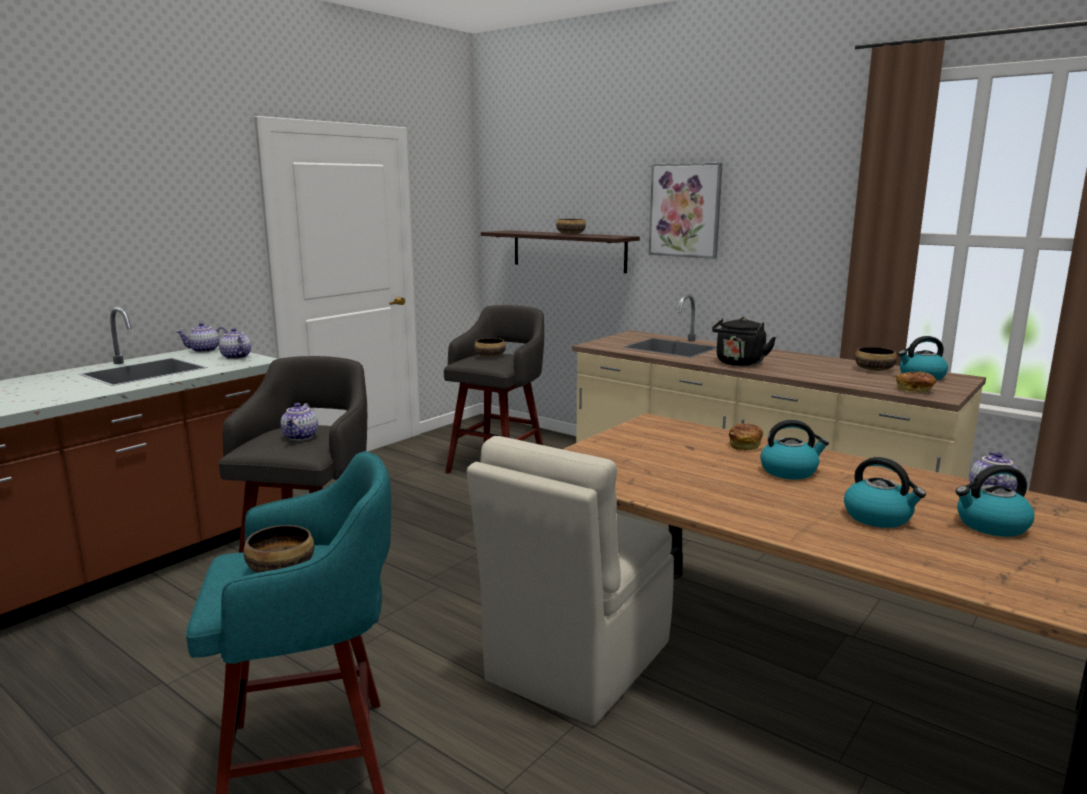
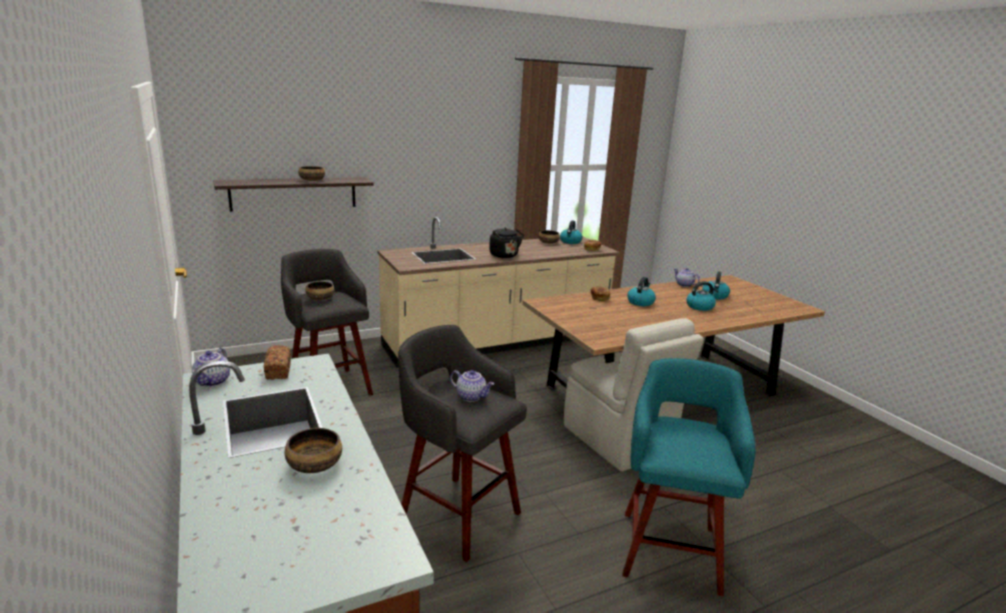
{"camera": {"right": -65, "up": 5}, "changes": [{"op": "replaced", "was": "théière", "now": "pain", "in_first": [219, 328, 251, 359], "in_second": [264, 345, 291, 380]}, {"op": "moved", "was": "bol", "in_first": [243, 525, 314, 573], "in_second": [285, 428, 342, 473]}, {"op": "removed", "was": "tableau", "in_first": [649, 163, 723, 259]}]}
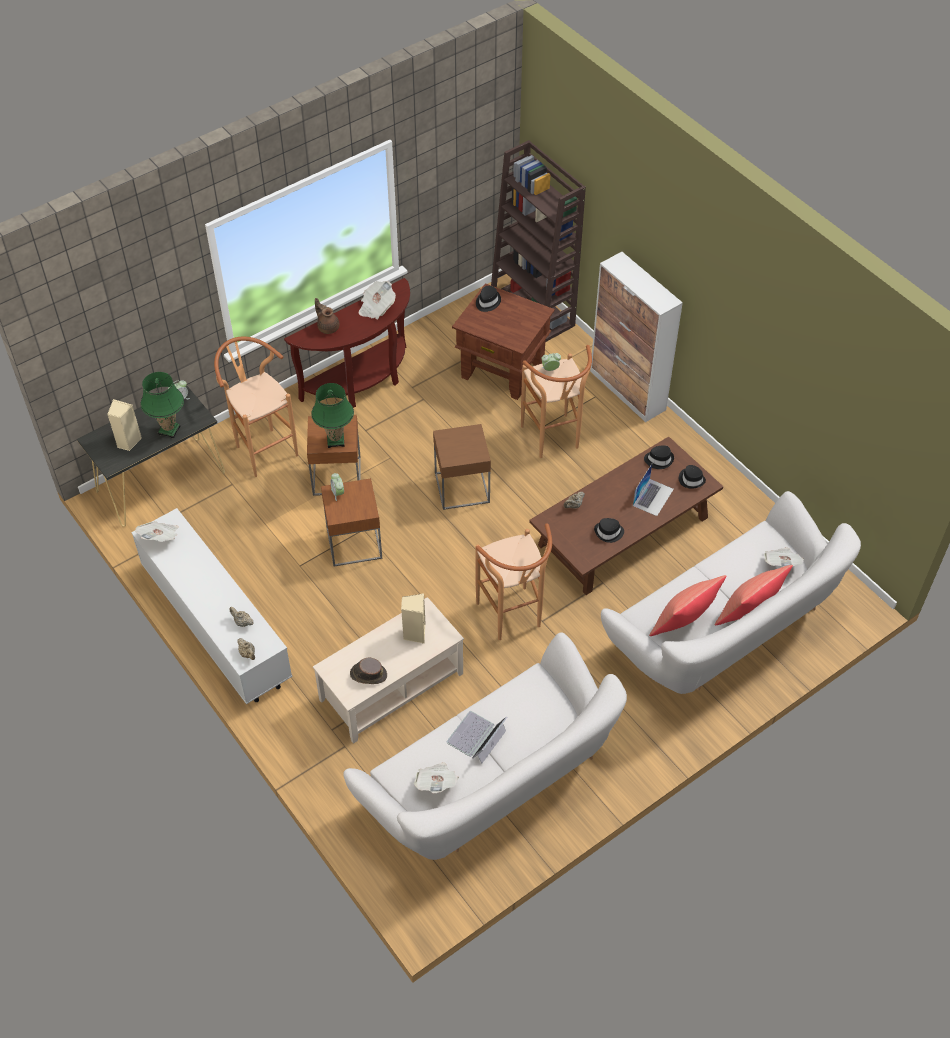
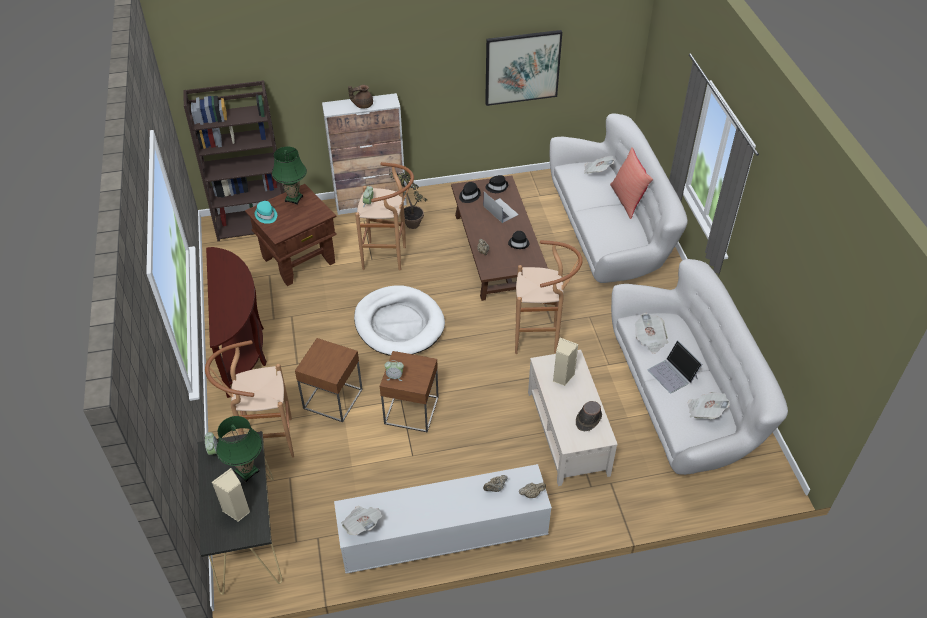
{"camera": {"right": -65, "up": -5}, "changes": [{"op": "moved", "was": "lampe de table/vert", "in_first": [311, 383, 354, 448], "in_second": [272, 147, 307, 205]}, {"op": "moved", "was": "théière/marron", "in_first": [315, 298, 339, 334], "in_second": [348, 85, 373, 108]}, {"op": "moved", "was": "journal", "in_first": [359, 281, 396, 319], "in_second": [635, 313, 669, 354]}, {"op": "replaced", "was": "table d'appoint/marron", "now": "panier pour chien/blanc", "in_first": [433, 424, 491, 510], "in_second": [354, 285, 445, 356]}, {"op": "recoloured", "was": "chapeau/noir", "now": "chapeau/turquoise", "in_first": [476, 286, 501, 312], "in_second": [255, 201, 277, 224]}, {"op": "removed", "was": "coussin/rouge", "in_first": [649, 575, 726, 636]}, {"op": "added", "now": "plante en pot", "in_second": [389, 168, 427, 229]}, {"op": "added", "now": "tableau", "in_second": [485, 30, 562, 106]}]}
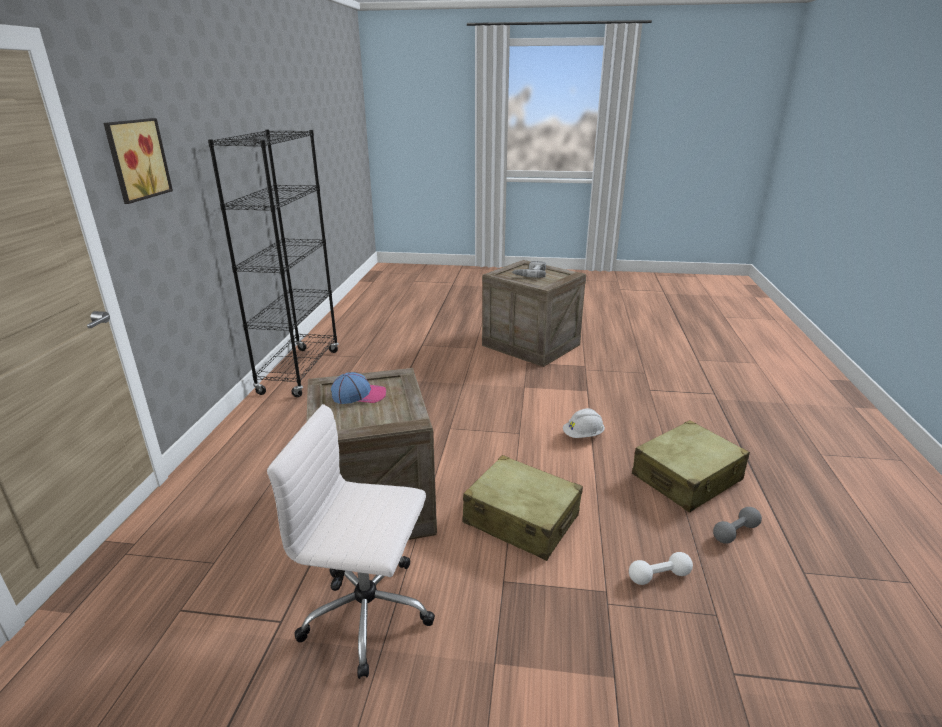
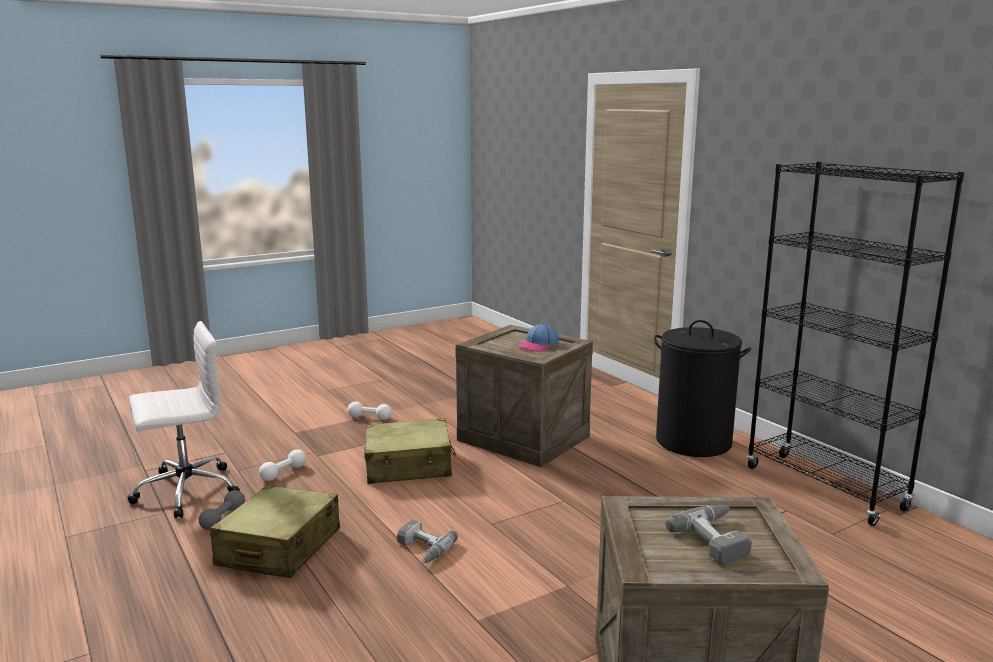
{"camera": {"right": 140, "up": -10}, "changes": [{"op": "removed", "was": "tableau", "in_first": [103, 118, 173, 204]}, {"op": "moved", "was": "chaise de bureau/blanc", "in_first": [267, 404, 435, 679], "in_second": [127, 321, 240, 518]}, {"op": "replaced", "was": "casque de chantier/blanc", "now": "perceuse", "in_first": [563, 408, 605, 438], "in_second": [397, 520, 458, 563]}, {"op": "added", "now": "haltère/blanc", "in_second": [348, 402, 392, 420]}, {"op": "added", "now": "panier à linge/noir", "in_second": [654, 320, 751, 457]}]}
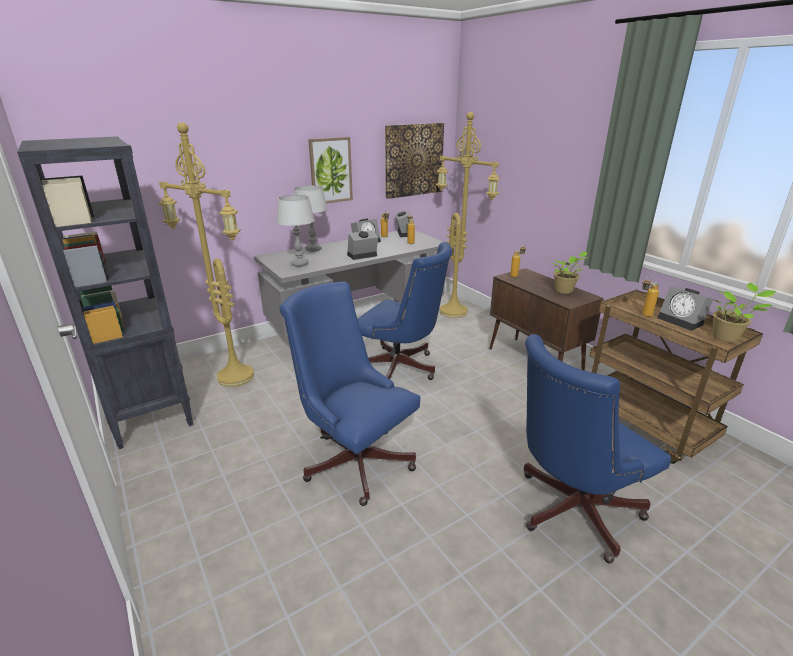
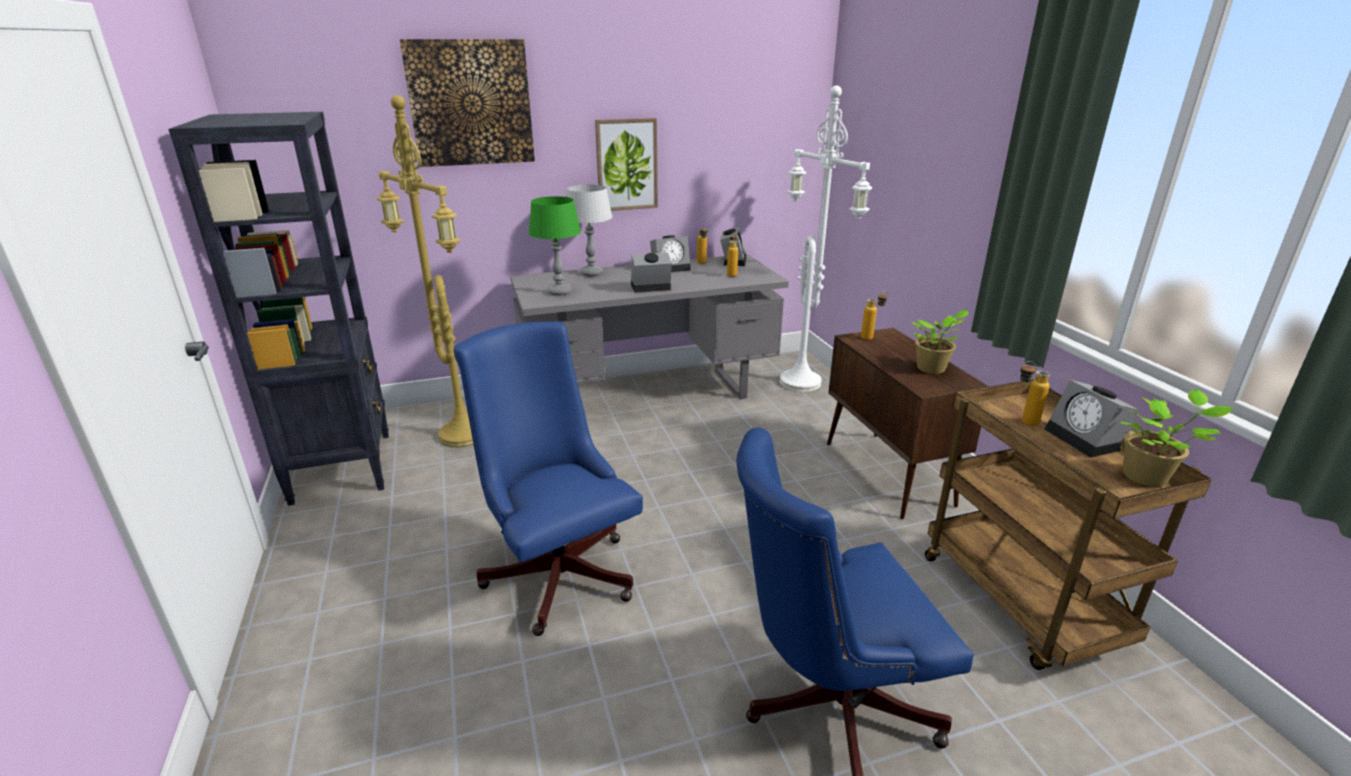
{"camera": {"right": 15, "up": 0}, "changes": [{"op": "recoloured", "was": "lampe de table/gris", "now": "lampe de table/vert", "in_first": [277, 195, 315, 267], "in_second": [529, 196, 581, 296]}, {"op": "removed", "was": "chaise de bureau/bleu", "in_first": [357, 242, 452, 380]}, {"op": "moved", "was": "tableau", "in_first": [385, 123, 444, 199], "in_second": [400, 39, 535, 167]}, {"op": "recoloured", "was": "lampadaire/jaune", "now": "lampadaire/blanc", "in_first": [436, 112, 500, 318], "in_second": [780, 86, 872, 392]}]}
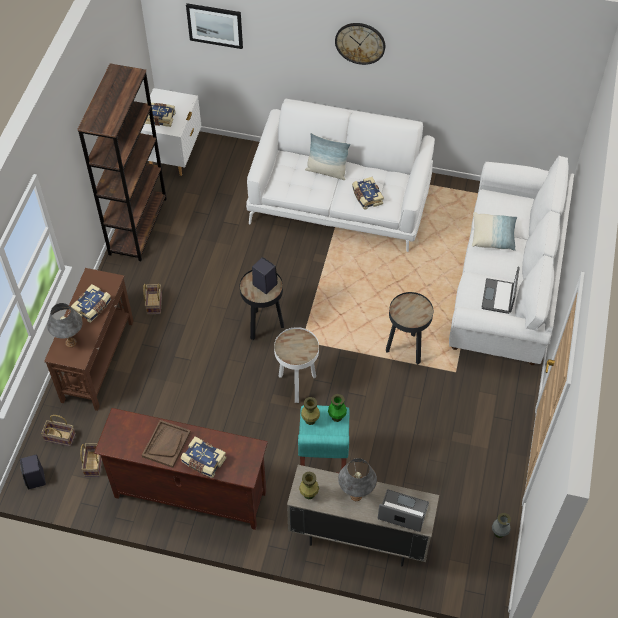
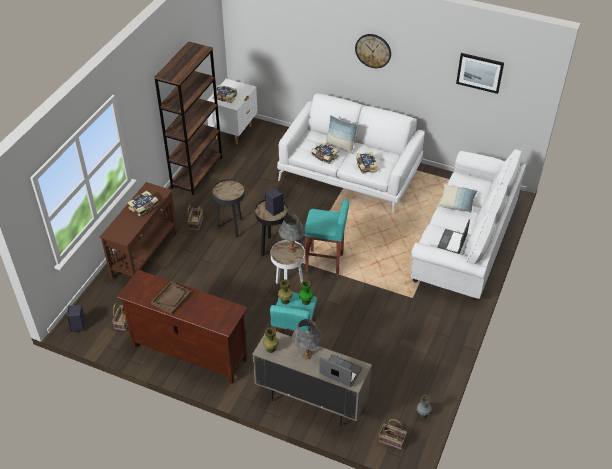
{"camera": {"right": 10, "up": -10}, "changes": [{"op": "moved", "was": "panier", "in_first": [41, 415, 76, 446], "in_second": [379, 419, 407, 450]}, {"op": "moved", "was": "lampe de table/gris", "in_first": [47, 303, 83, 347], "in_second": [279, 214, 305, 253]}, {"op": "moved", "was": "livre", "in_first": [181, 437, 226, 478], "in_second": [311, 142, 339, 164]}, {"op": "moved", "was": "tableau", "in_first": [186, 3, 243, 49], "in_second": [456, 53, 504, 94]}, {"op": "moved", "was": "table d'appoint/noir", "in_first": [386, 292, 433, 365], "in_second": [212, 179, 245, 238]}, {"op": "added", "now": "tabouret/turquoise", "in_second": [304, 199, 349, 276]}]}
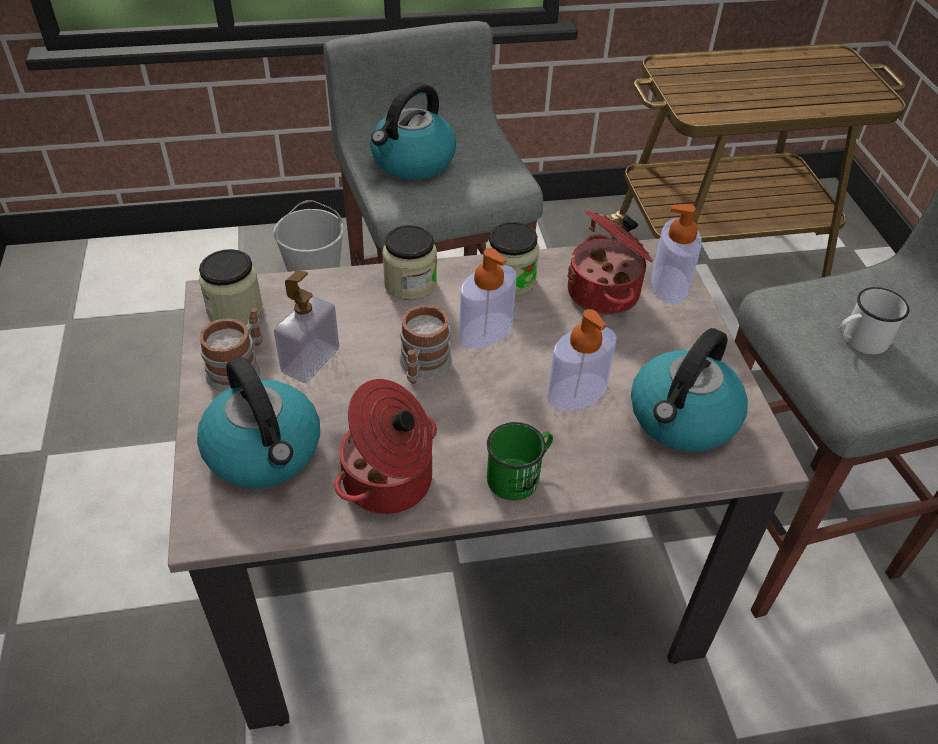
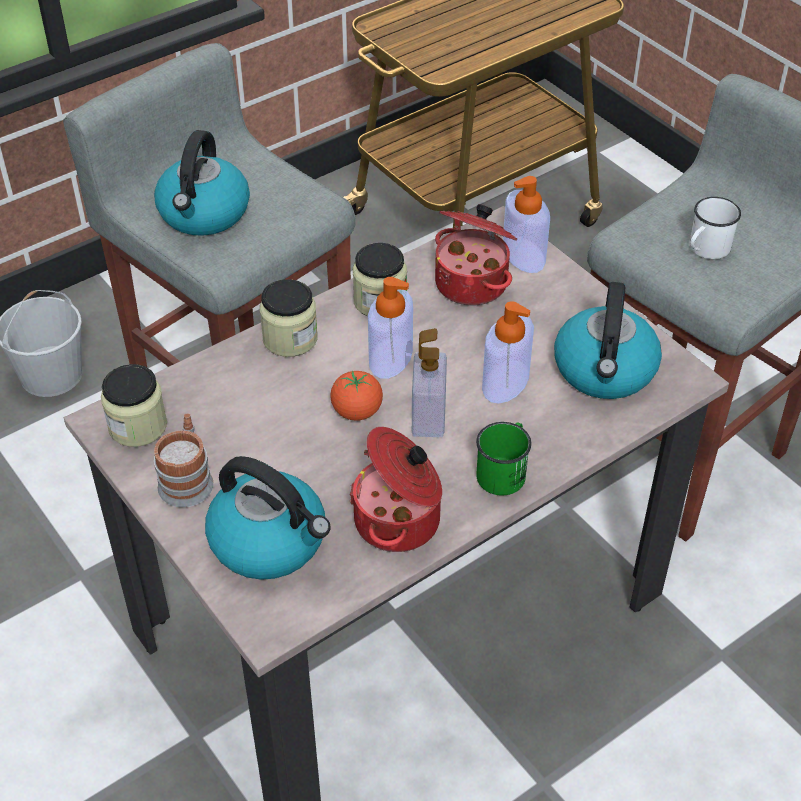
{"camera": {"right": -25, "up": 0}, "changes": [{"op": "moved", "was": "distributeur de savon", "in_first": [274, 271, 339, 383], "in_second": [412, 328, 447, 437]}, {"op": "replaced", "was": "mug", "now": "tomate", "in_first": [400, 305, 452, 384], "in_second": [330, 370, 383, 421]}]}
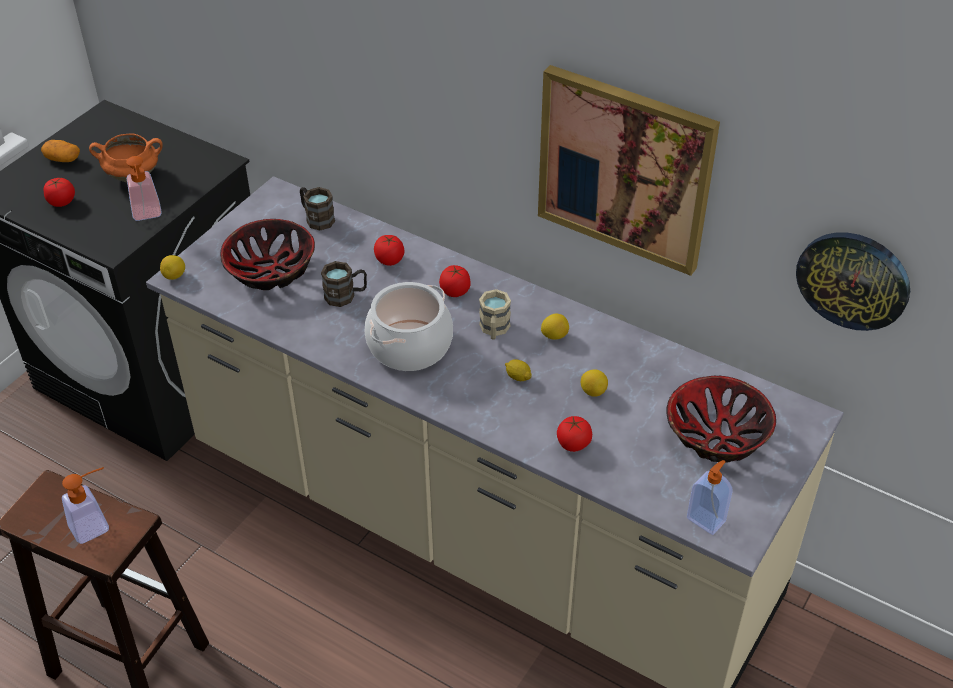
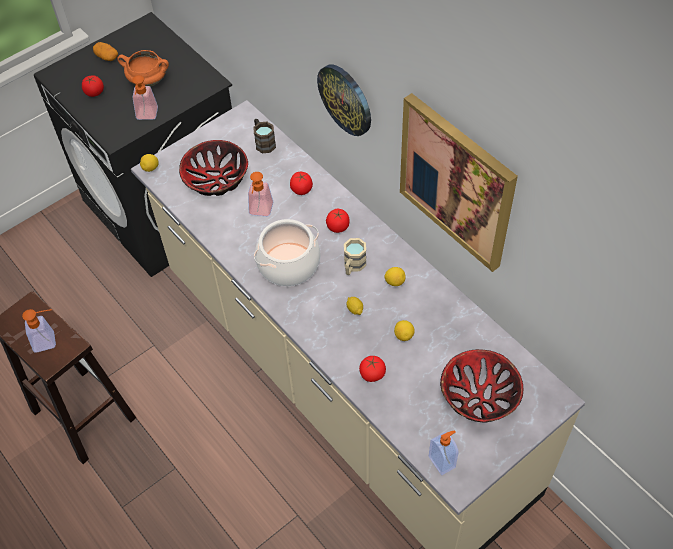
{"camera": {"right": 20, "up": 10}, "changes": [{"op": "replaced", "was": "mug/marron", "now": "distributeur de savon", "in_first": [321, 261, 367, 307], "in_second": [248, 172, 273, 217]}, {"op": "moved", "was": "horloge murale", "in_first": [796, 233, 910, 331], "in_second": [317, 64, 371, 136]}]}
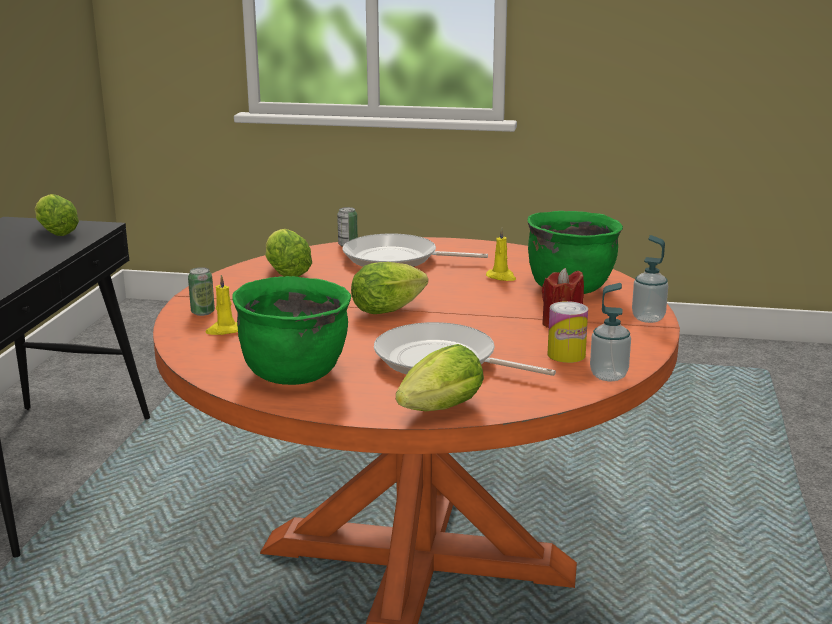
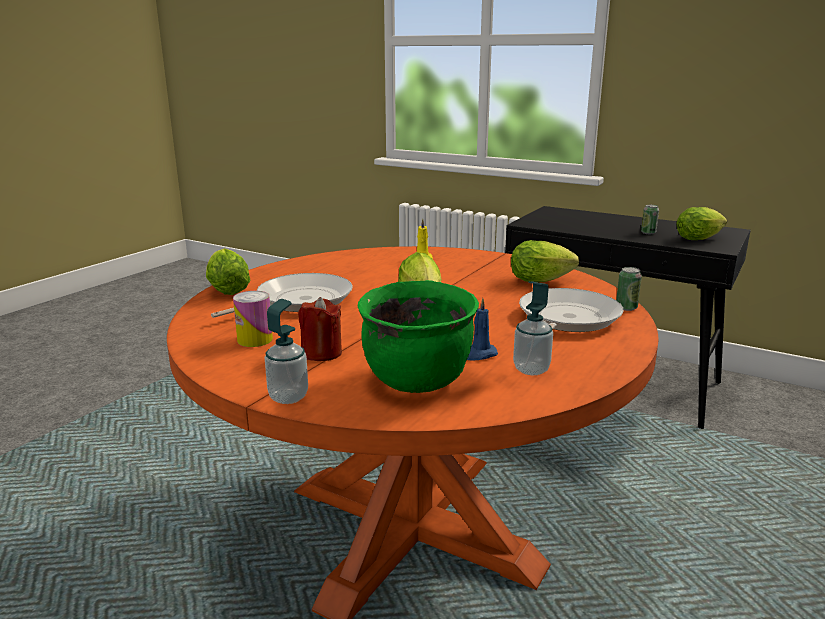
{"camera": {"right": 110, "up": 0}, "changes": [{"op": "moved", "was": "boîte métallique", "in_first": [188, 267, 215, 316], "in_second": [641, 205, 659, 234]}, {"op": "removed", "was": "marmite/vert", "in_first": [232, 276, 351, 385]}, {"op": "recoloured", "was": "bougie/jaune", "now": "bougie/bleu", "in_first": [486, 228, 516, 281], "in_second": [467, 298, 498, 361]}, {"op": "moved", "was": "distributeur de savon", "in_first": [590, 283, 631, 381], "in_second": [513, 281, 553, 375]}]}
